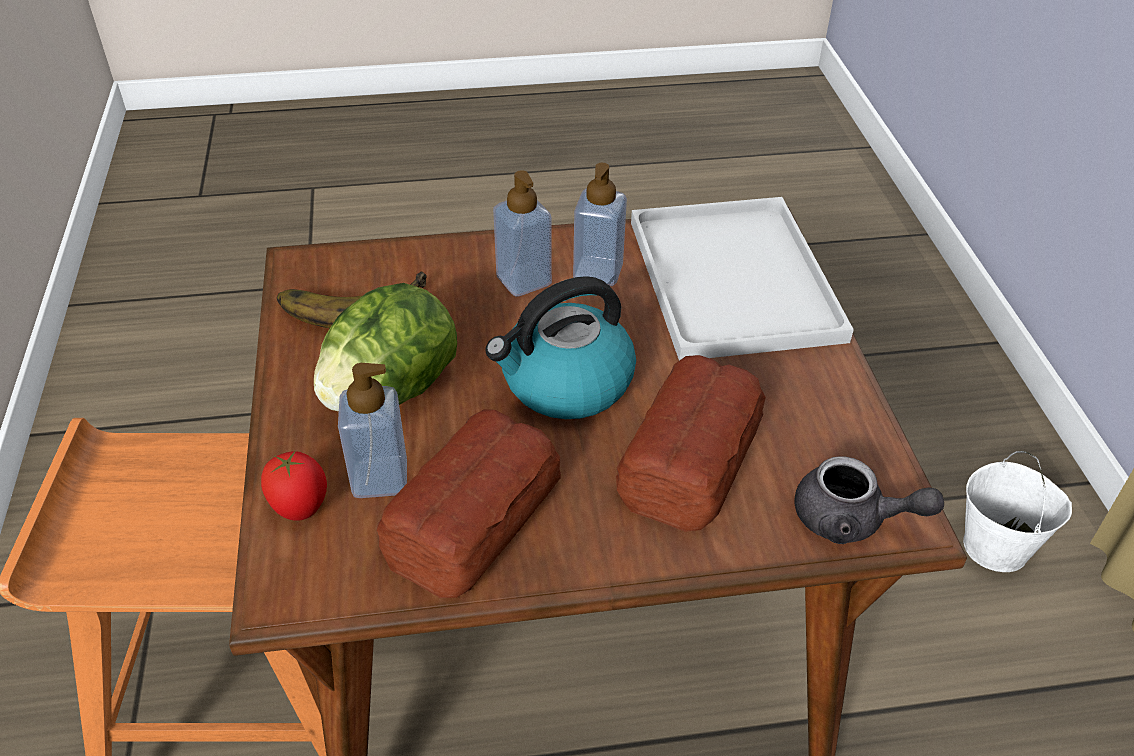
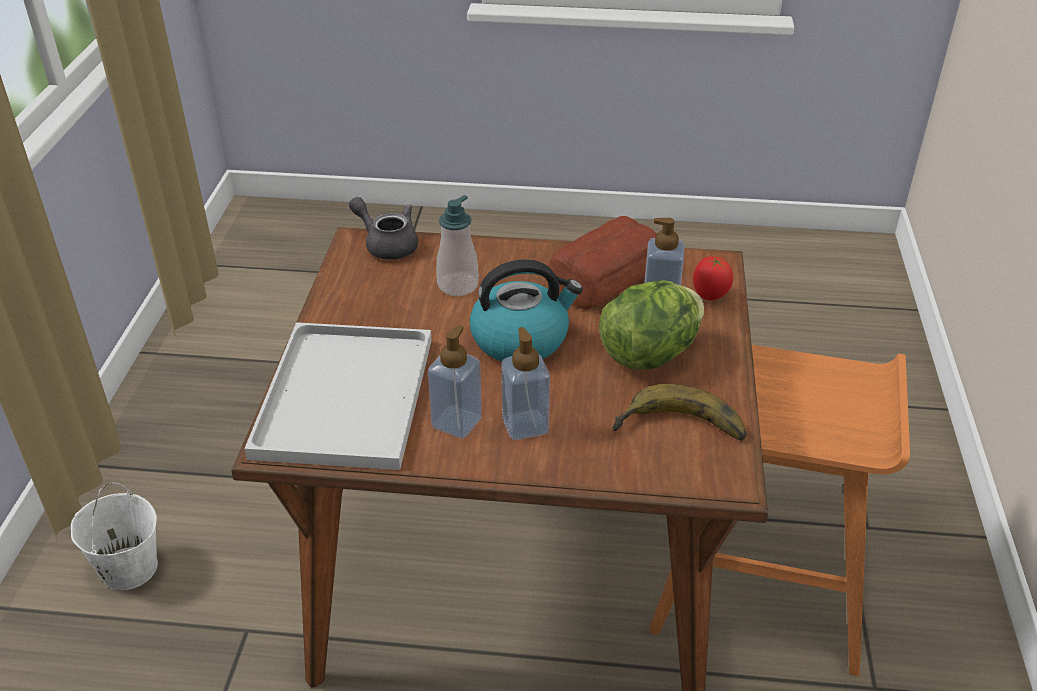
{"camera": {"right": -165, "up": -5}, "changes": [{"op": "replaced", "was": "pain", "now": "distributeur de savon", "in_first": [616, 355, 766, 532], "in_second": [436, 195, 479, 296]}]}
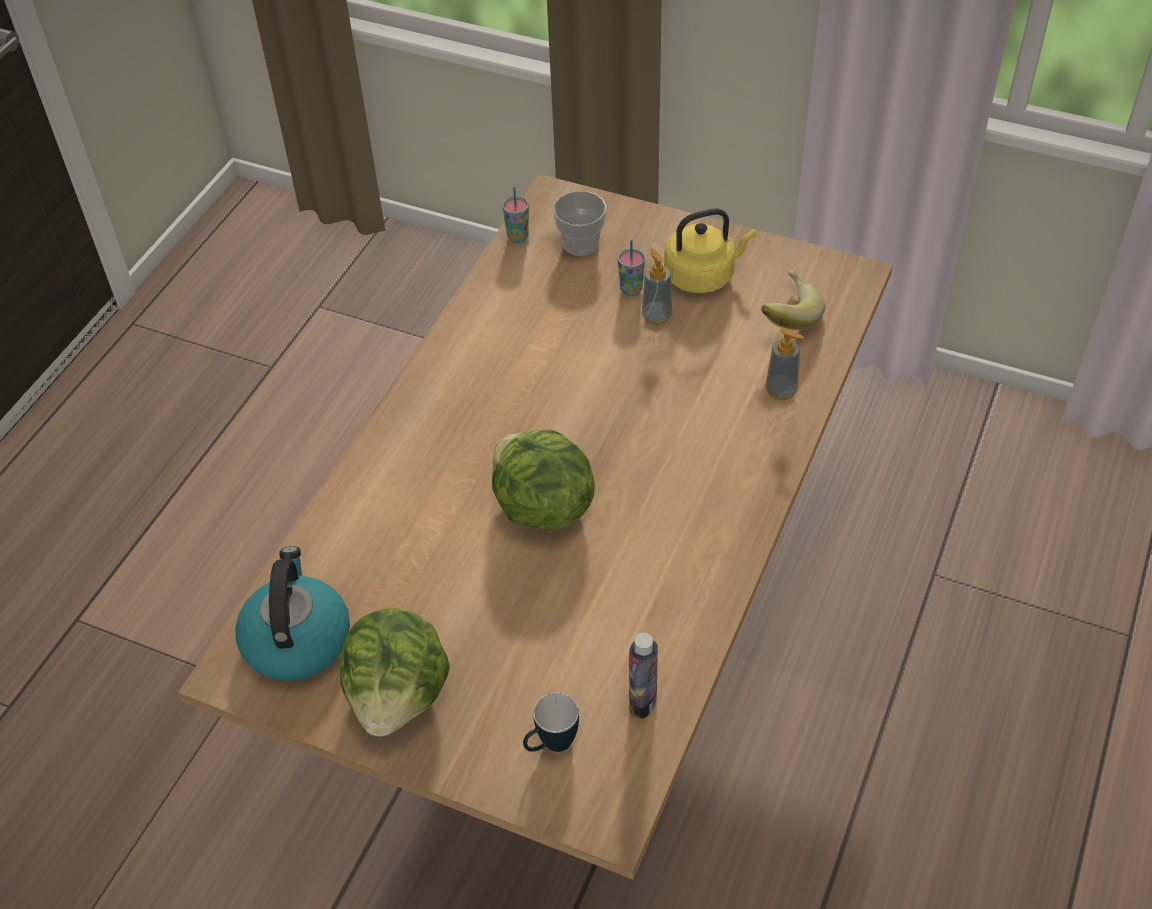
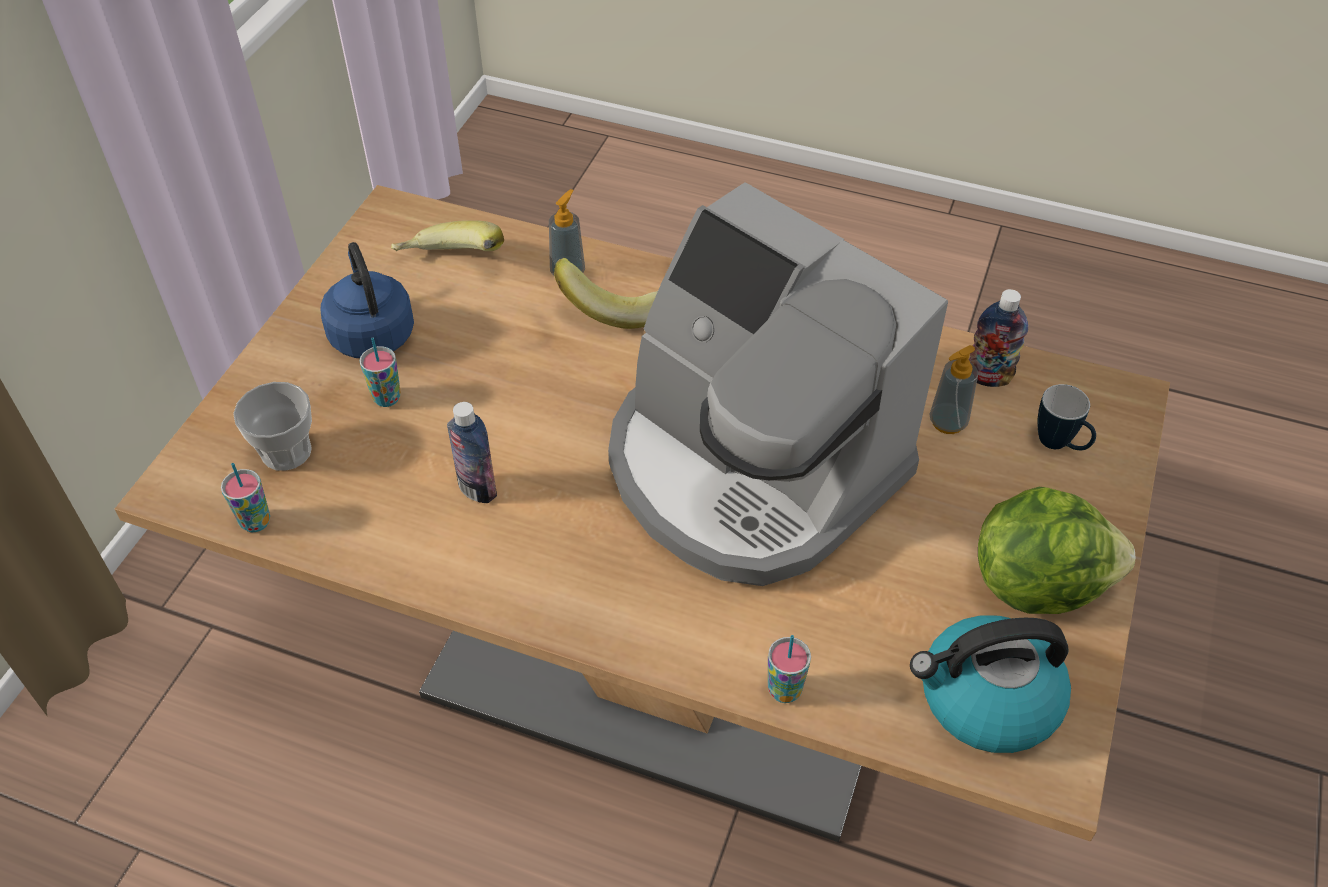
{"camera": {"right": -95, "up": 0}, "changes": [{"op": "replaced", "was": "laitue", "now": "machine à café", "in_first": [492, 430, 595, 531], "in_second": [608, 182, 948, 586]}, {"op": "moved", "was": "distributeur de savon", "in_first": [642, 247, 672, 325], "in_second": [930, 345, 978, 434]}, {"op": "recoloured", "was": "bouilloire/jaune", "now": "bouilloire/bleu", "in_first": [664, 208, 756, 293], "in_second": [320, 242, 414, 358]}, {"op": "added", "now": "bouteille", "in_second": [447, 402, 497, 503]}, {"op": "added", "now": "banane", "in_second": [554, 258, 658, 329]}, {"op": "added", "now": "tasse", "in_second": [768, 635, 811, 703]}]}
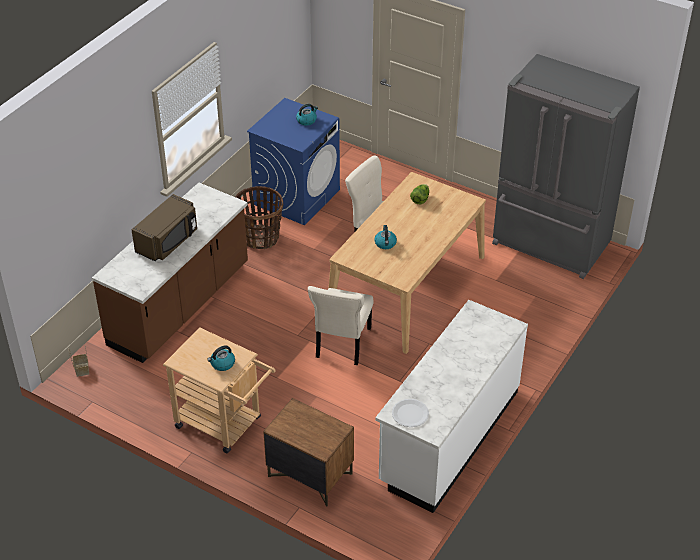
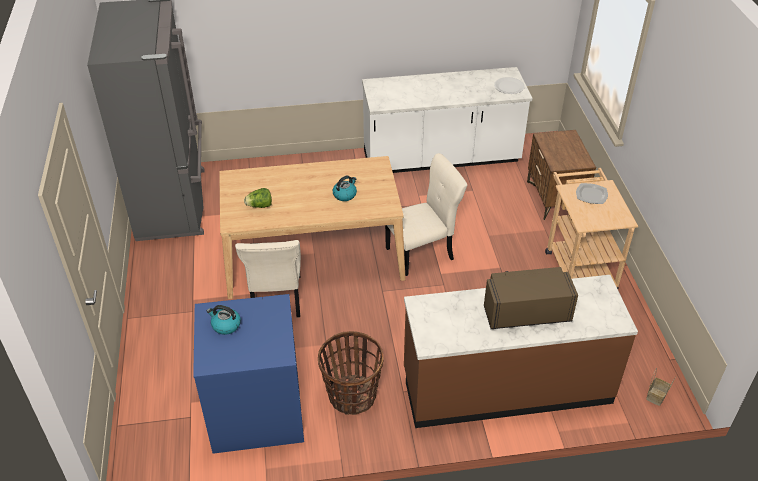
{"camera": {"right": -130, "up": 0}, "changes": [{"op": "replaced", "was": "bouilloire", "now": "assiette", "in_first": [207, 345, 235, 371], "in_second": [576, 183, 608, 204]}]}
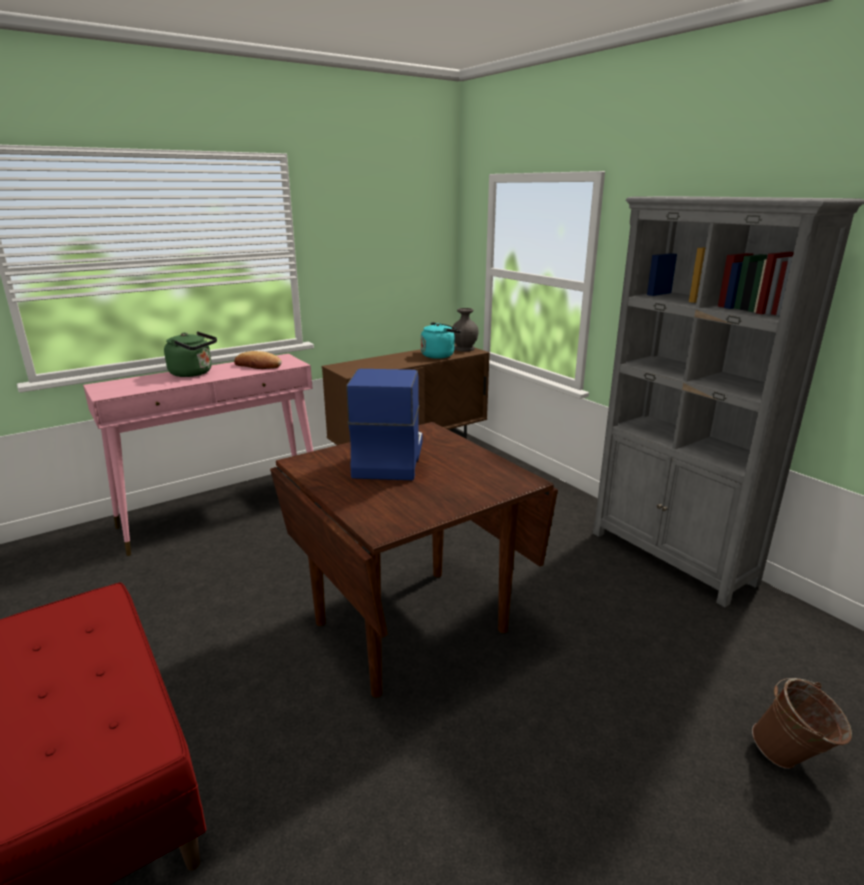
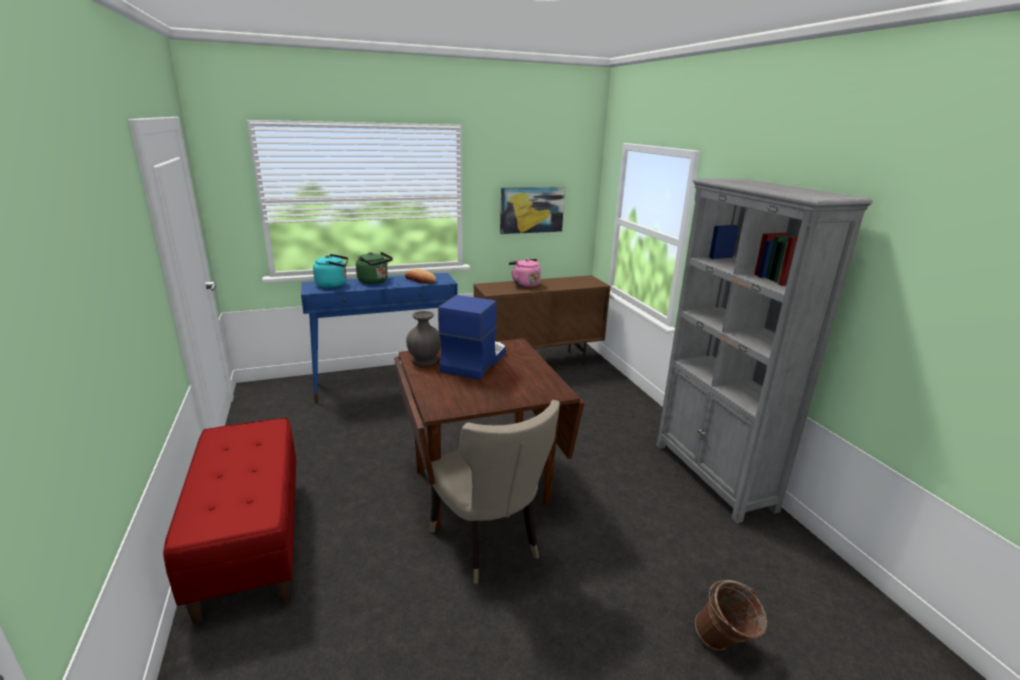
{"camera": {"right": 15, "up": 0}, "changes": [{"op": "recoloured", "was": "table console/rose", "now": "table console/bleu", "in_first": [83, 354, 313, 556], "in_second": [301, 273, 457, 403]}, {"op": "moved", "was": "bouilloire/turquoise", "in_first": [421, 322, 461, 359], "in_second": [313, 254, 348, 288]}, {"op": "moved", "was": "vase/gris", "in_first": [452, 308, 479, 352], "in_second": [406, 311, 441, 366]}, {"op": "added", "now": "chaise/beige", "in_second": [425, 400, 560, 584]}, {"op": "added", "now": "tableau", "in_second": [500, 187, 565, 234]}, {"op": "added", "now": "bouilloire/rose", "in_second": [509, 259, 541, 287]}]}
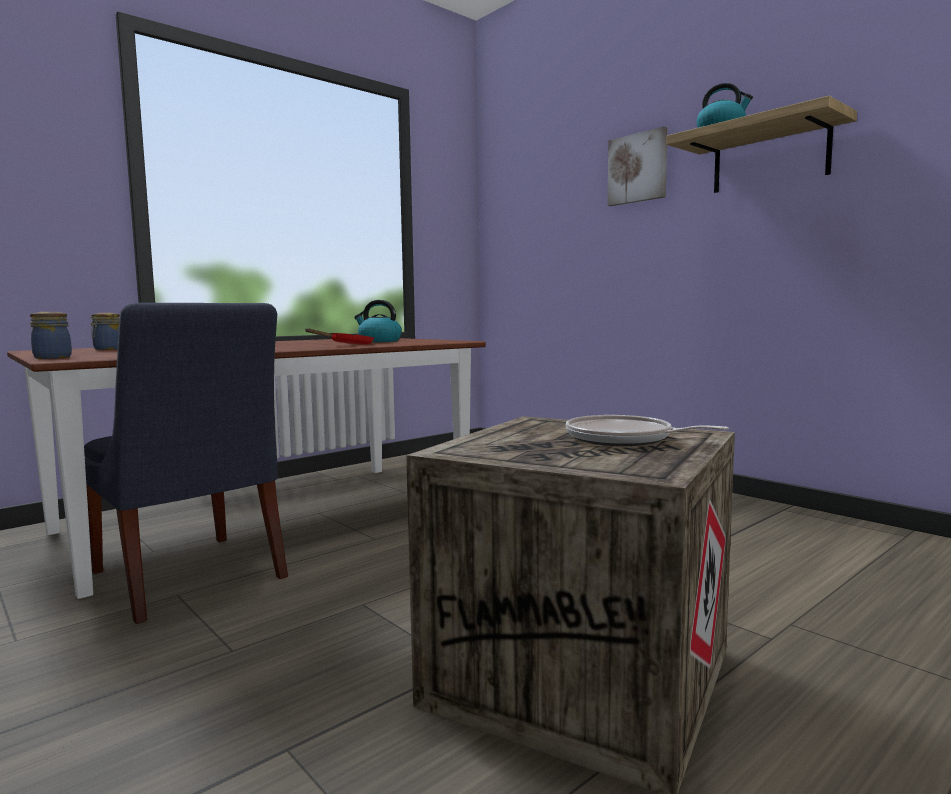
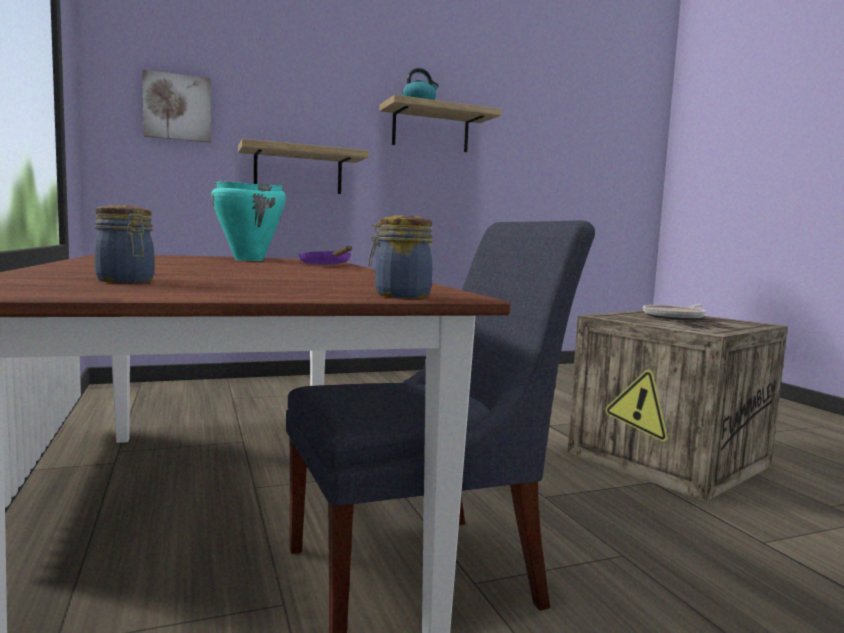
{"camera": {"right": -70, "up": 0}, "changes": [{"op": "recoloured", "was": "poêle/rouge", "now": "poêle/violet", "in_first": [305, 328, 374, 345], "in_second": [298, 246, 352, 265]}, {"op": "replaced", "was": "bouilloire", "now": "marmite/turquoise", "in_first": [354, 300, 402, 342], "in_second": [211, 181, 286, 261]}, {"op": "moved", "was": "tableau", "in_first": [608, 126, 667, 206], "in_second": [142, 70, 211, 143]}, {"op": "added", "now": "étagère", "in_second": [238, 138, 369, 194]}]}
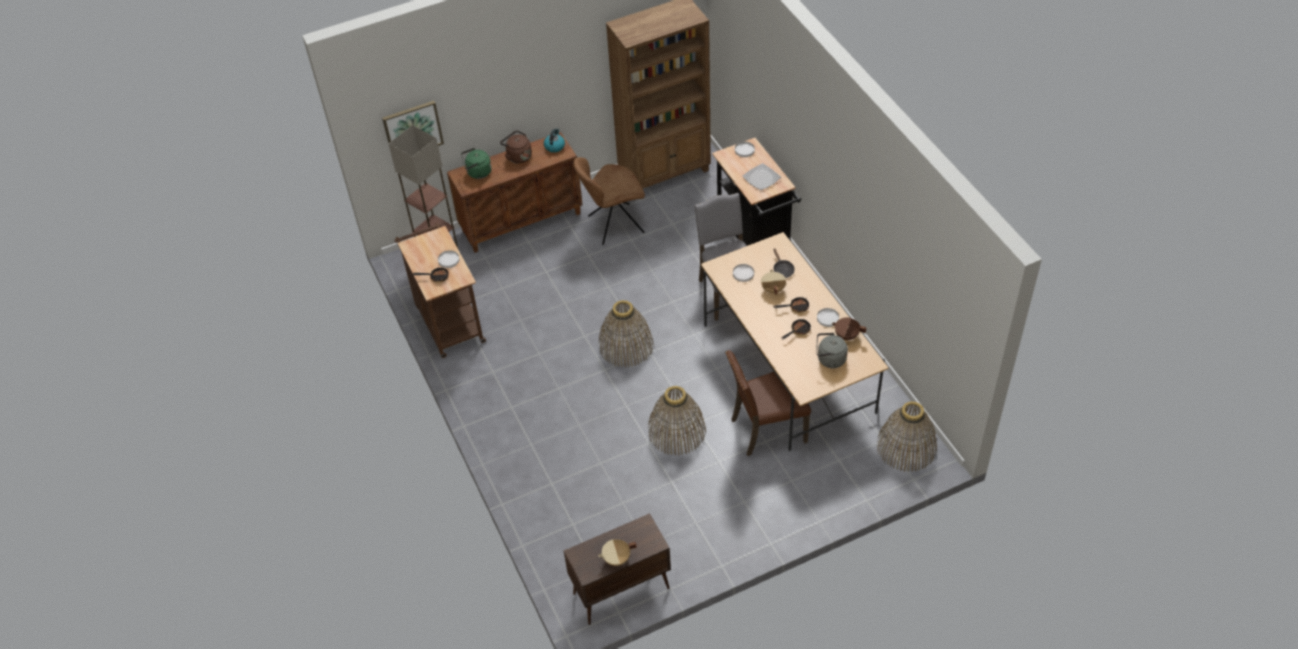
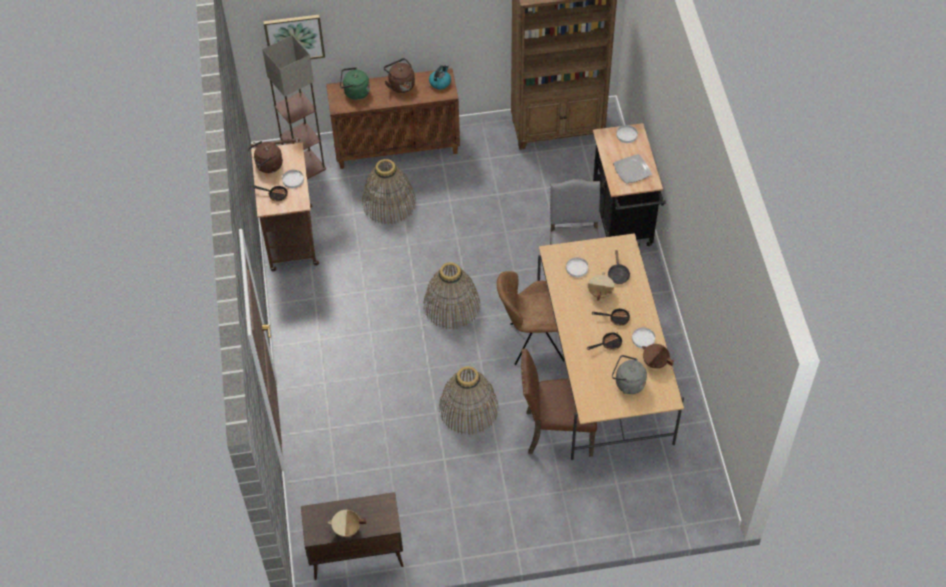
{"camera": {"right": 15, "up": 5}, "changes": [{"op": "moved", "was": "chaise/marron", "in_first": [573, 157, 645, 245], "in_second": [497, 271, 565, 365]}, {"op": "moved", "was": "panier", "in_first": [877, 401, 937, 472], "in_second": [362, 159, 416, 224]}, {"op": "added", "now": "bouilloire/marron", "in_second": [248, 141, 283, 173]}]}
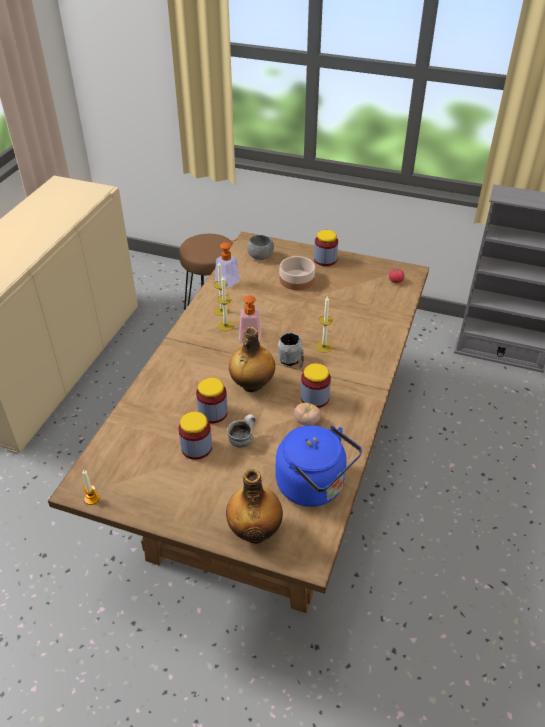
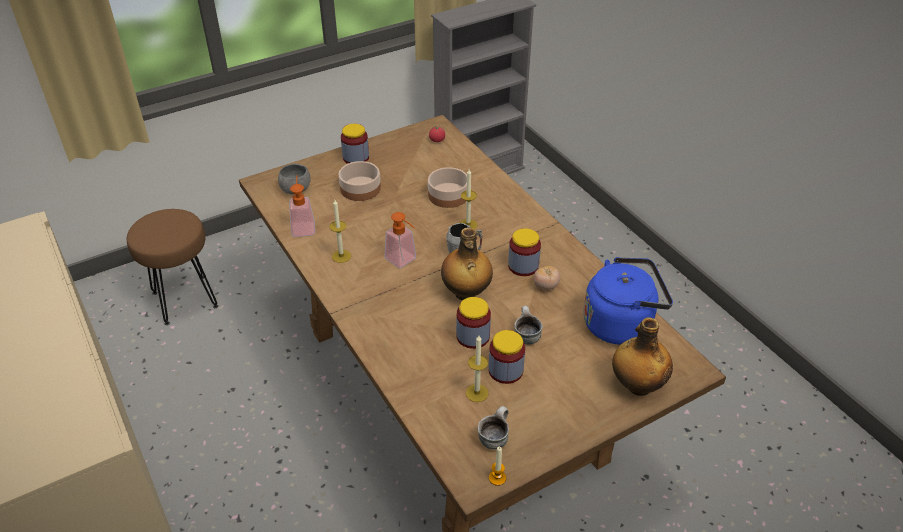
{"camera": {"right": -50, "up": 0}, "changes": [{"op": "moved", "was": "bougie", "in_first": [217, 277, 234, 331], "in_second": [466, 335, 488, 402]}, {"op": "added", "now": "bol", "in_second": [428, 167, 467, 208]}, {"op": "added", "now": "mug", "in_second": [478, 406, 509, 449]}]}
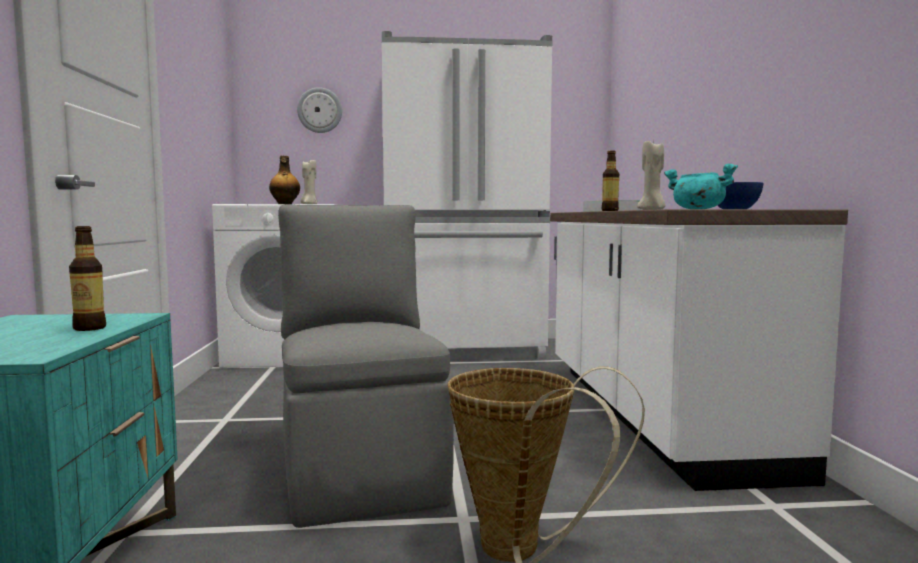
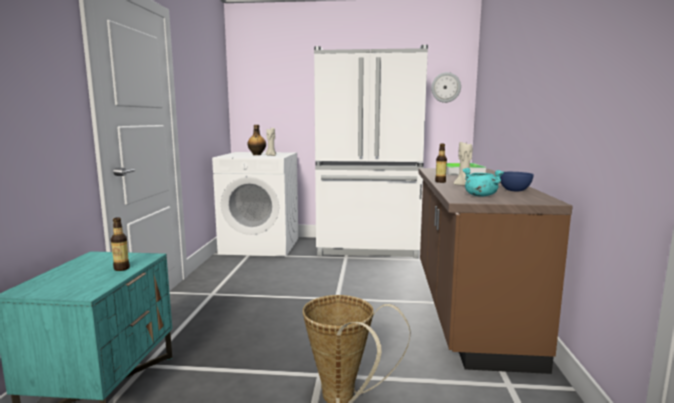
{"camera": {"right": 10, "up": 5}, "changes": [{"op": "removed", "was": "chaise/gris", "in_first": [278, 204, 454, 528]}, {"op": "moved", "was": "horloge murale", "in_first": [297, 87, 342, 133], "in_second": [431, 72, 461, 103]}, {"op": "recoloured", "was": "comptoir de cuisine/blanc", "now": "comptoir de cuisine/marron", "in_first": [550, 209, 848, 491], "in_second": [419, 168, 573, 374]}]}
